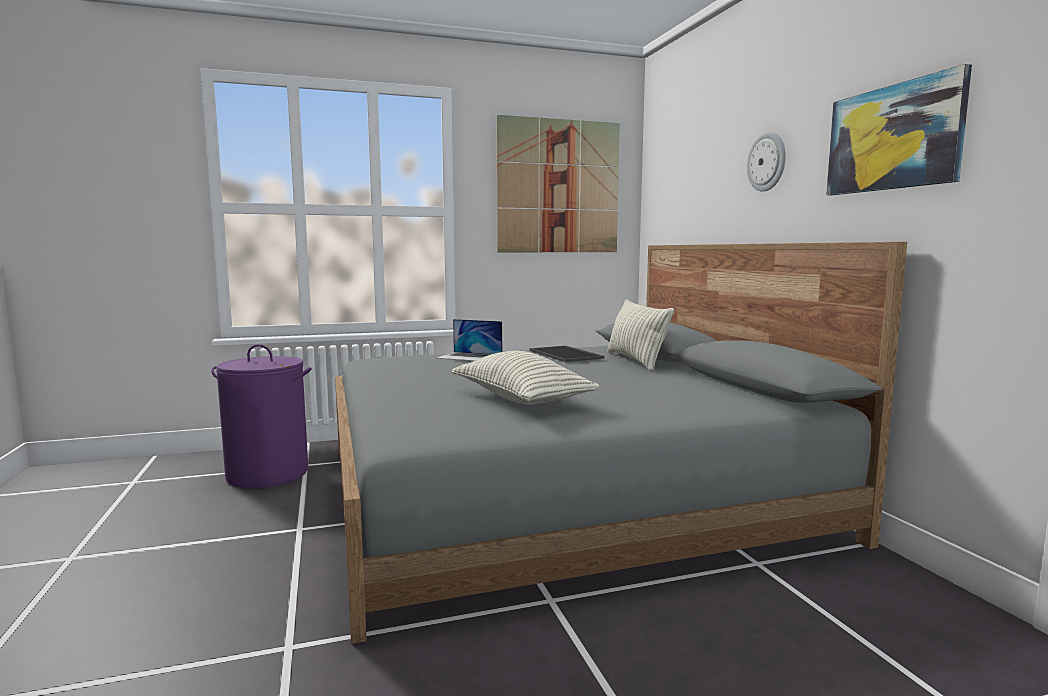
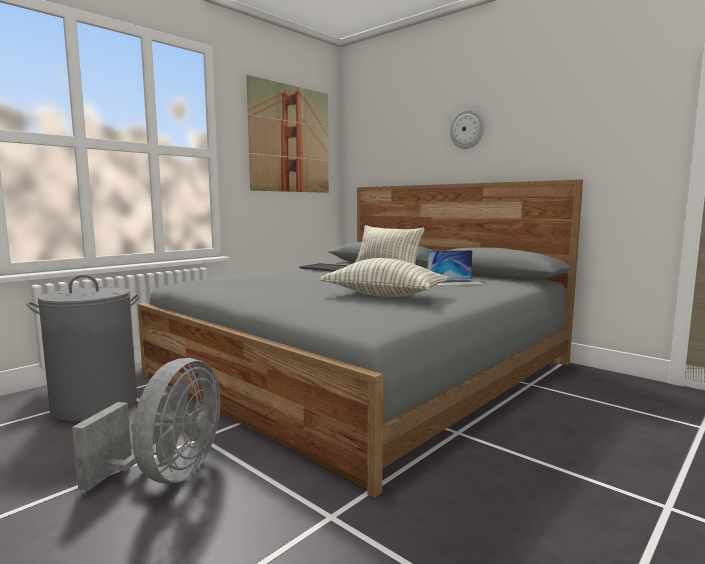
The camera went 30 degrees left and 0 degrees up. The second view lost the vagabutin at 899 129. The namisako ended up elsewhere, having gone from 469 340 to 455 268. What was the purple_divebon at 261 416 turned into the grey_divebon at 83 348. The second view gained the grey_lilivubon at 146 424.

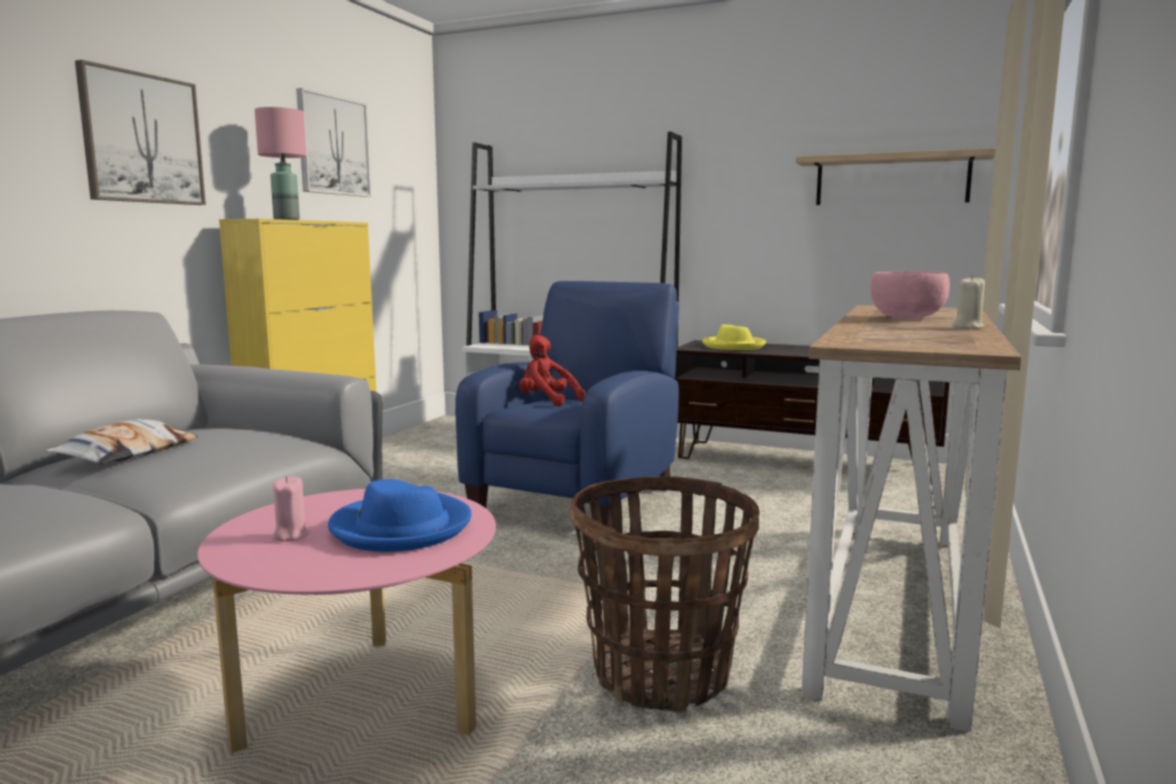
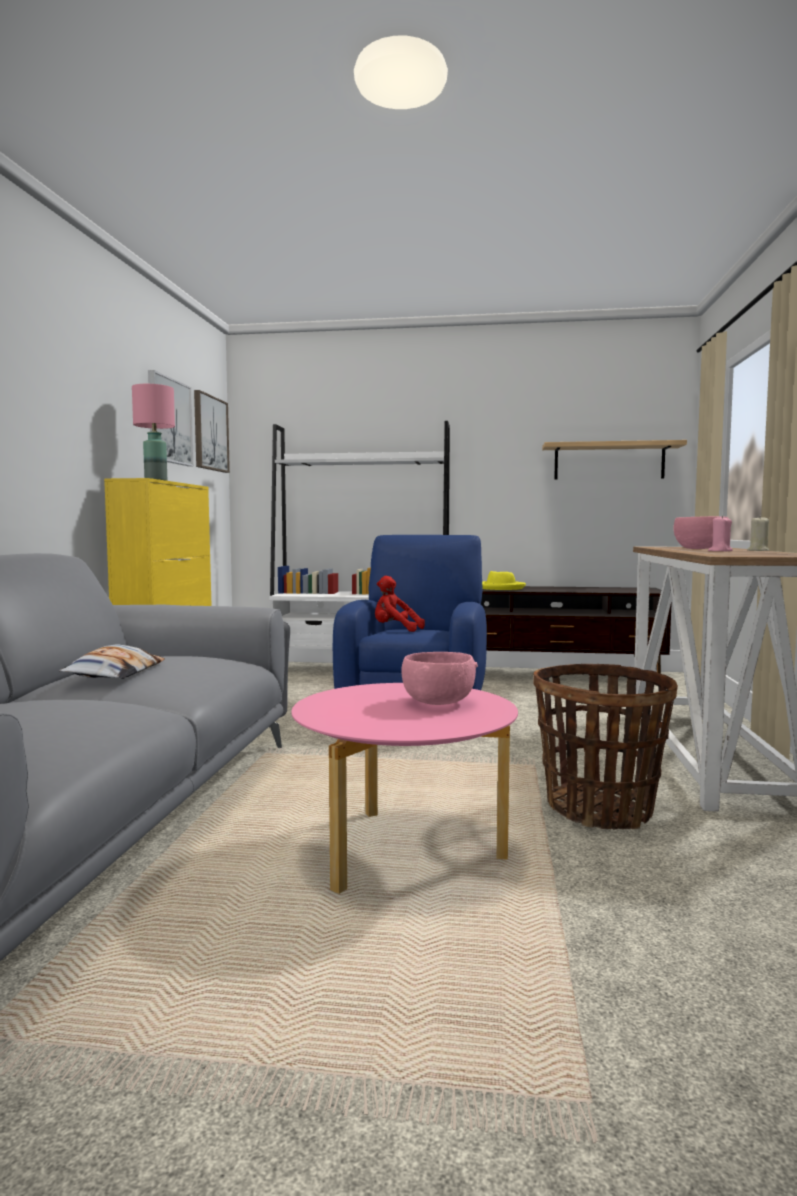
The camera went 15 degrees left and 5 degrees down. The vagabutin ended up elsewhere, having gone from 140 132 to 212 431. The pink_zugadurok ended up elsewhere, having gone from 291 509 to 720 533. Where the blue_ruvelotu stood at 400 515, the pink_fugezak came to stand at 439 678.

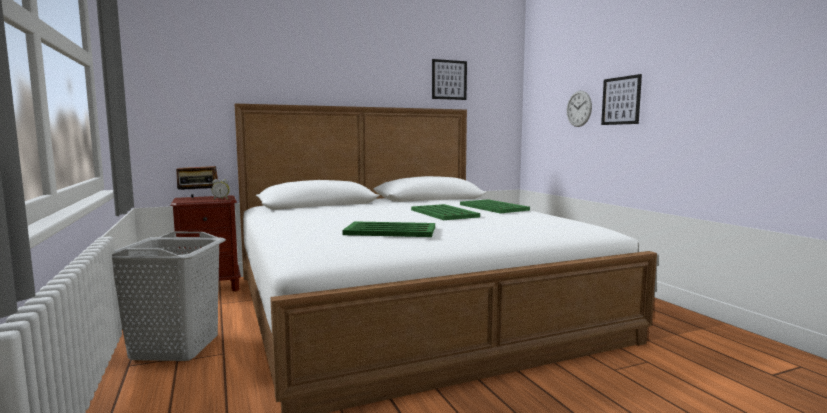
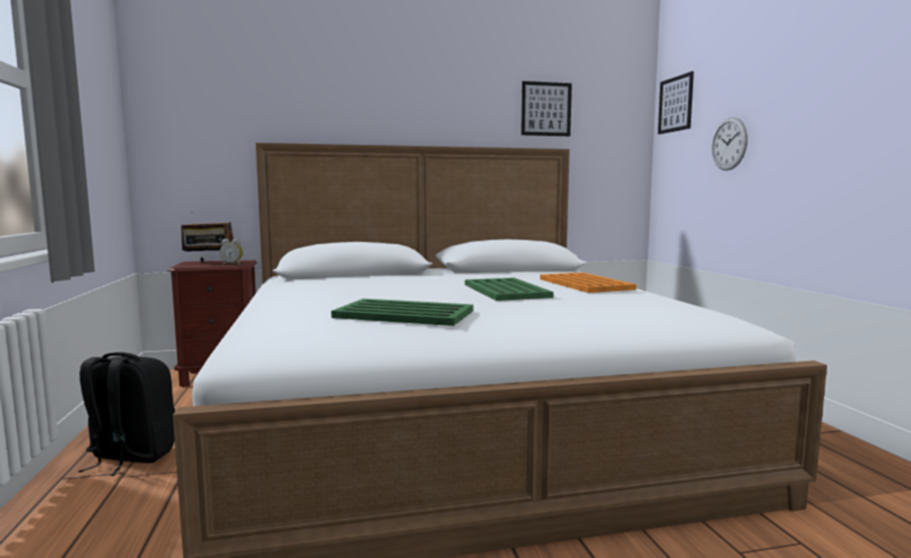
The camera went 10 degrees right and 0 degrees up. The vagabutin ended up elsewhere, having gone from 621 99 to 676 102. What was the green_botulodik at 495 206 turned into the orange_botulodik at 588 282. Where the grey_divebon stood at 169 296, the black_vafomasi came to stand at 126 414.

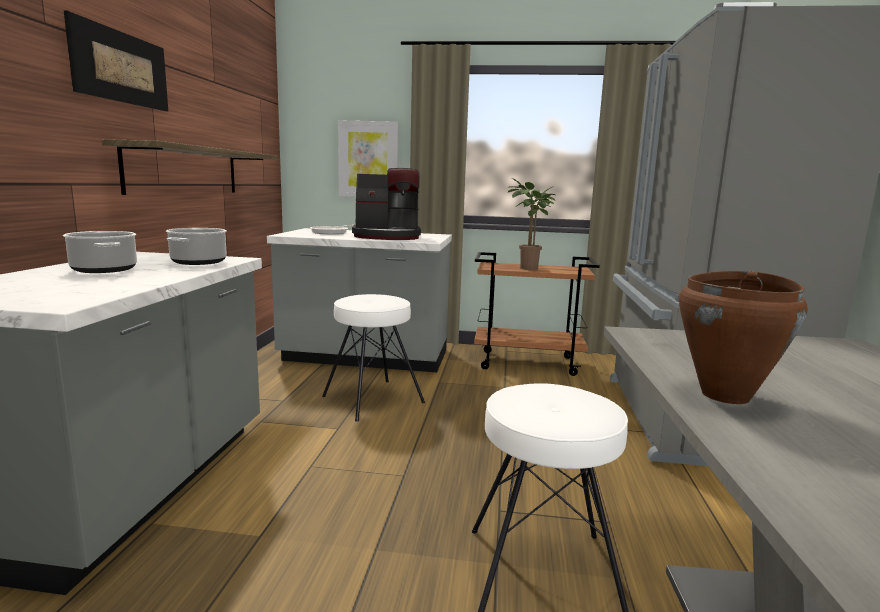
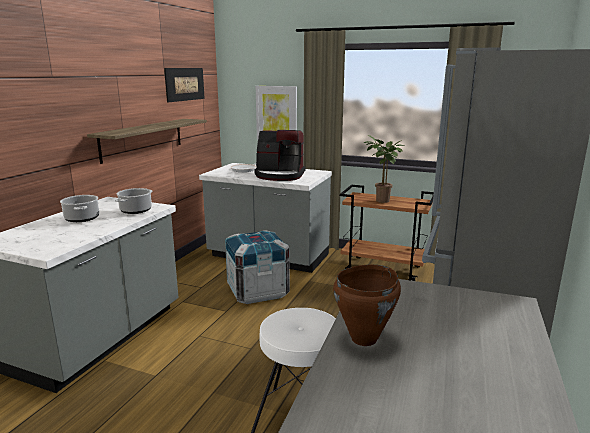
The camera went 15 degrees right and 5 degrees up. The vagabutin ended up elsewhere, having gone from 116 60 to 184 85. Where the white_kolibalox stood at 373 358, the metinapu came to stand at 257 267.

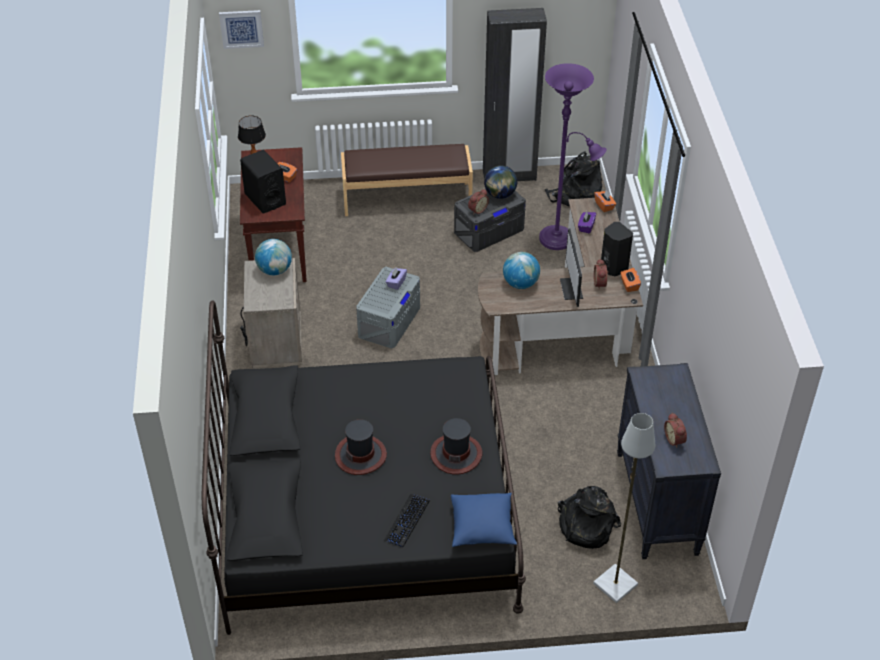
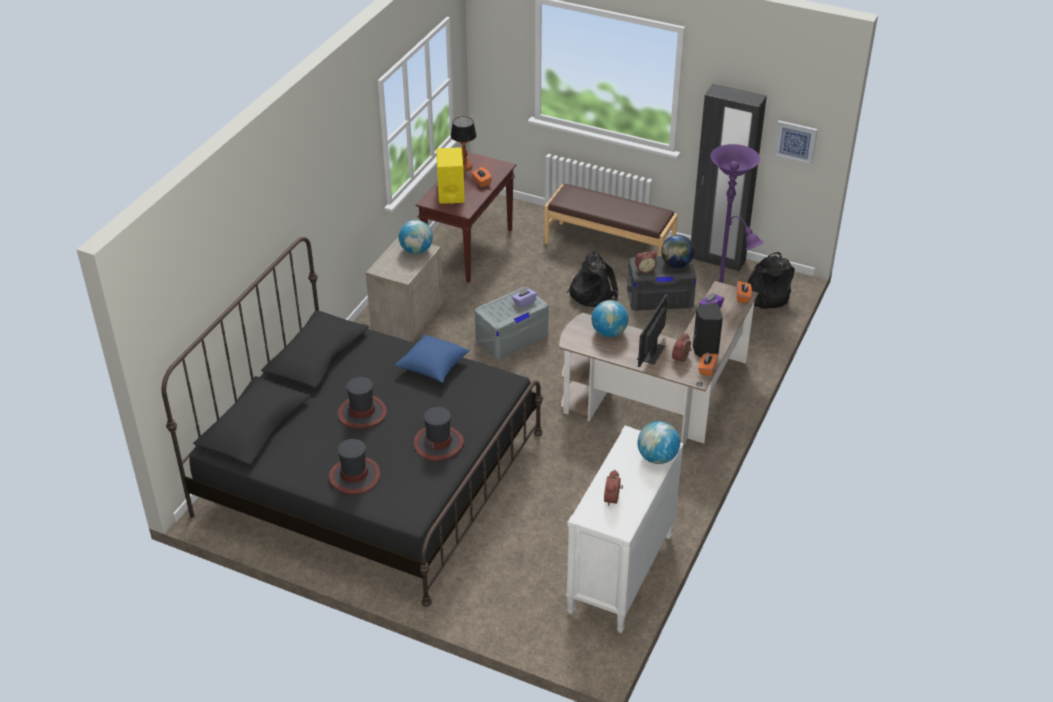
The camera went 30 degrees right and 5 degrees down. The vagabutin ended up elsewhere, having gone from 241 29 to 795 143. What was the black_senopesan at 263 182 turned into the yellow_senopesan at 450 176. What was the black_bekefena at 669 461 turned into the white_bekefena at 624 529. The second view lost the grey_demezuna at 624 508. The black_vafomasi ended up elsewhere, having gone from 589 517 to 592 279. The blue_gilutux ended up elsewhere, having gone from 484 520 to 432 358. Where the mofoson stood at 407 520, the ruvelotu came to stand at 354 466. The second view gained the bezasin at 658 442.

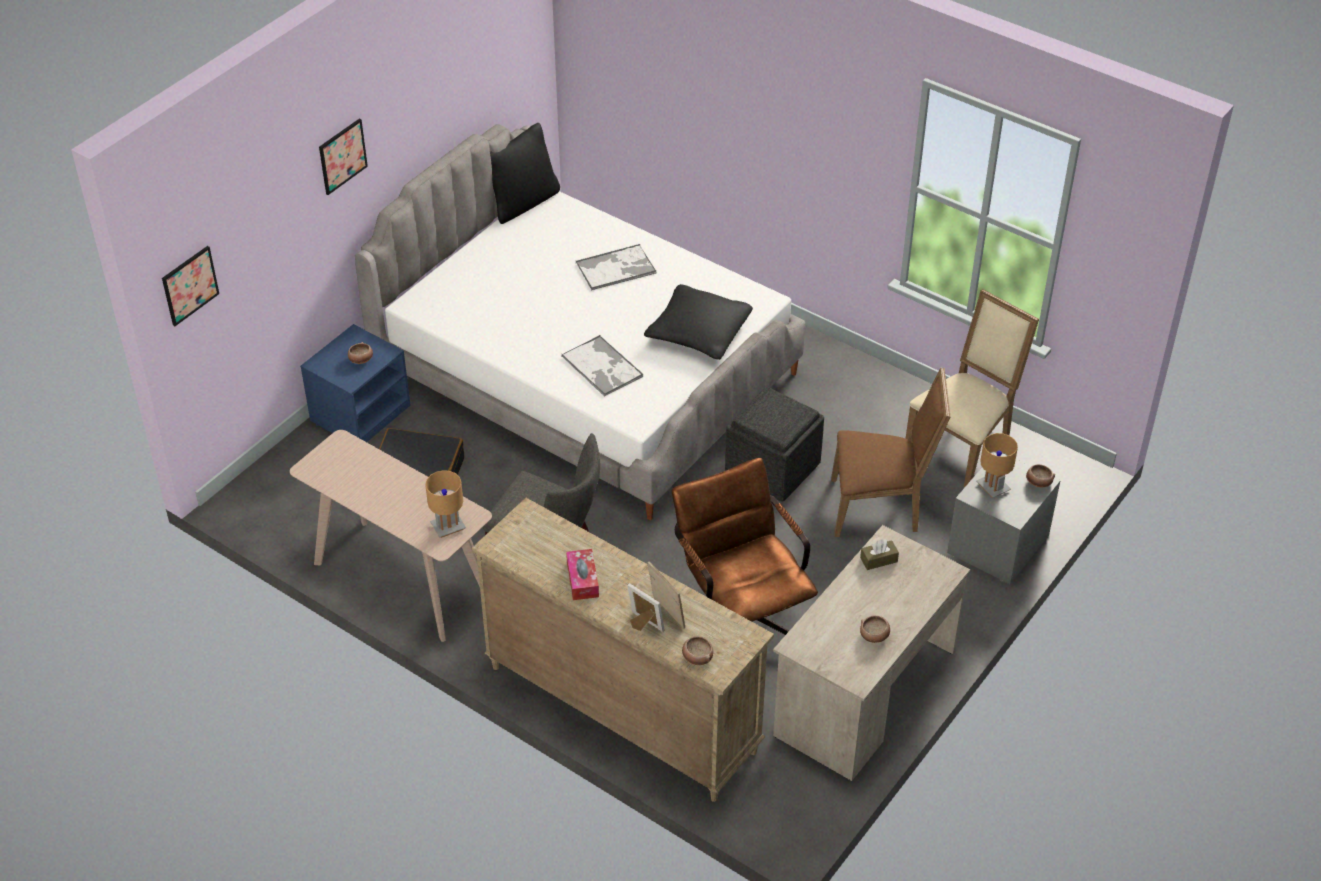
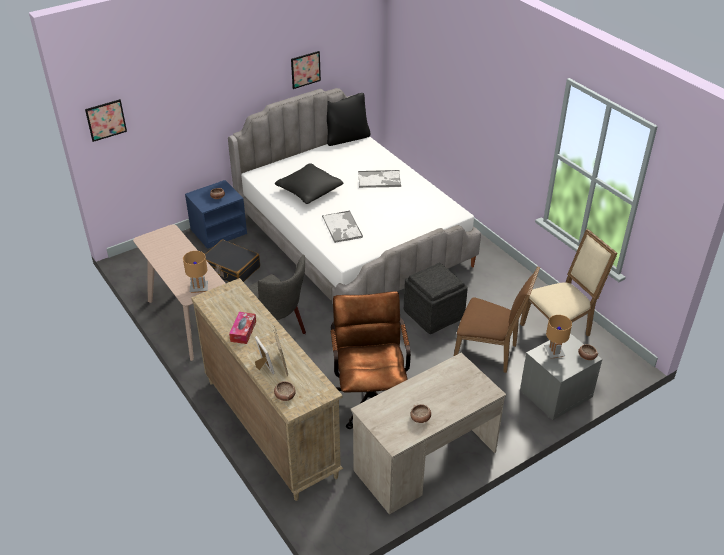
The camera went 20 degrees right and 5 degrees down. The vagabutin ended up elsewhere, having gone from 343 156 to 306 70. The black_gilutux ended up elsewhere, having gone from 698 322 to 309 183. The second view lost the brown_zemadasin at 879 554.

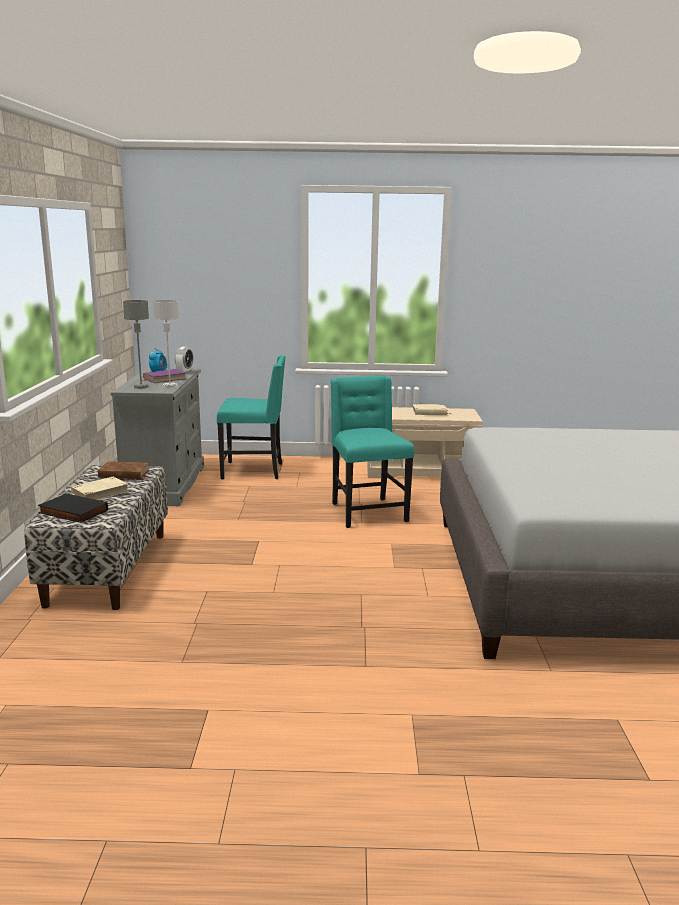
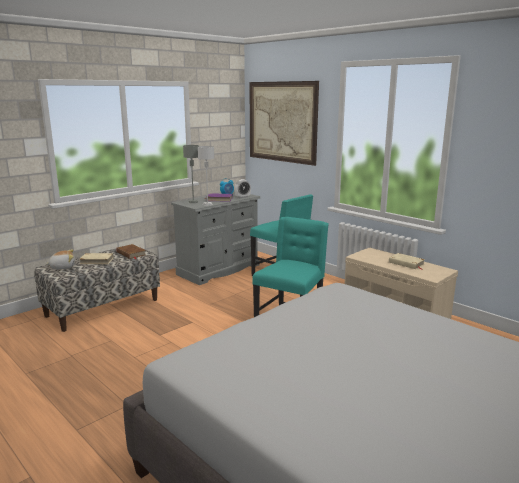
The camera went 45 degrees right and 0 degrees up. Where the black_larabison stood at 73 508, the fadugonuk came to stand at 60 259. The second view gained the vagabutin at 284 123.

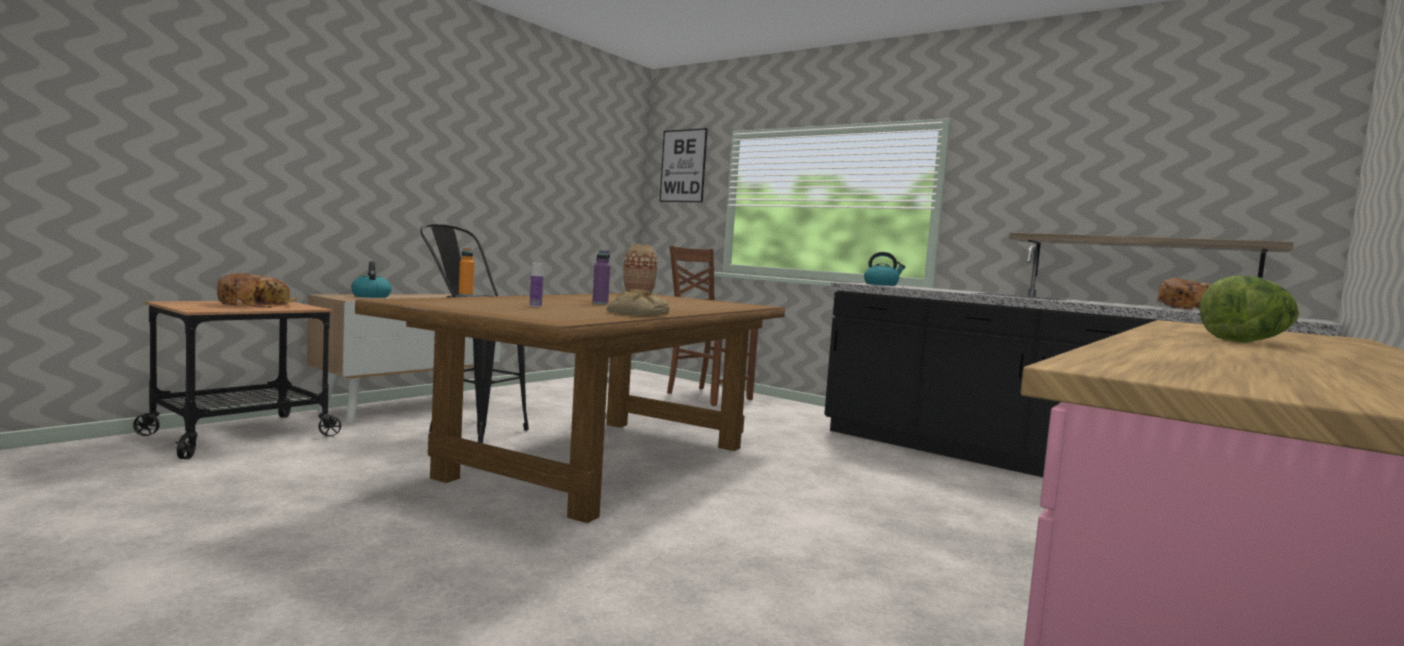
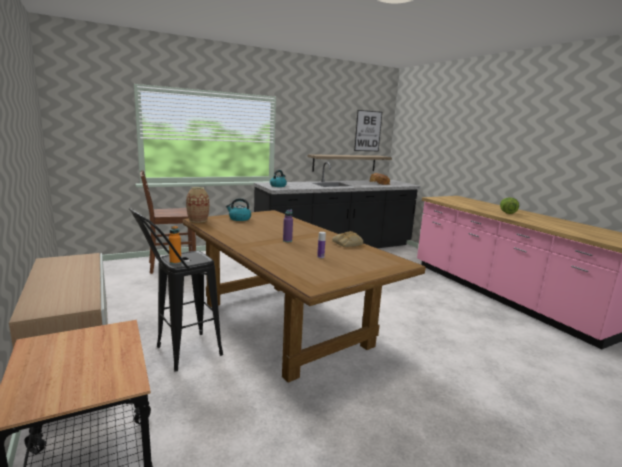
The camera went 65 degrees left and 10 degrees up. The vagabutin ended up elsewhere, having gone from 684 165 to 368 130. The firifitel ended up elsewhere, having gone from 371 279 to 238 209. The second view lost the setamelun at 257 290.

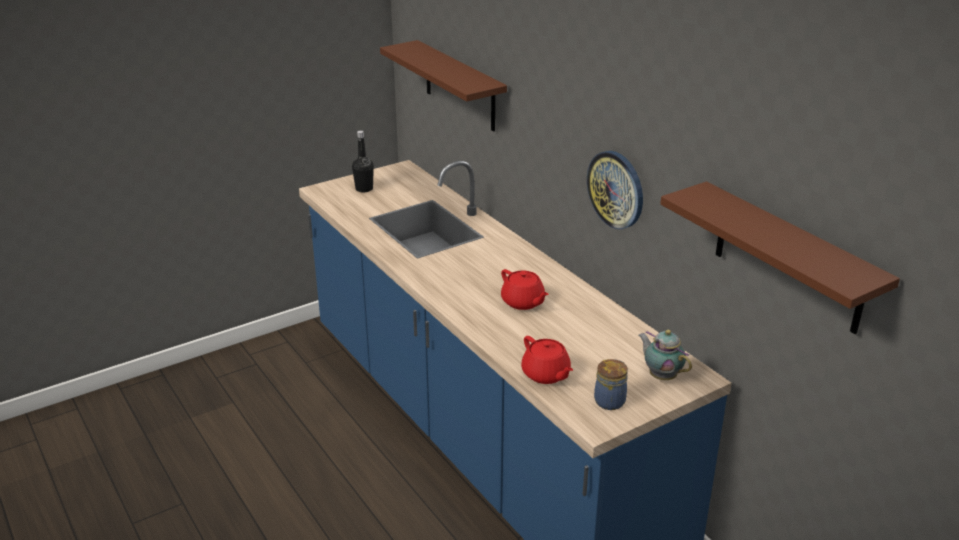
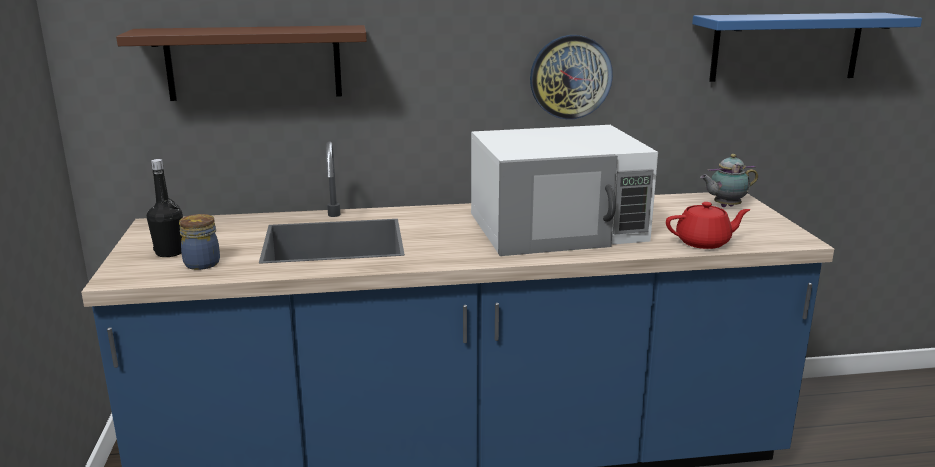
The camera went 65 degrees left and 10 degrees down. What was the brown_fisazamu at 780 258 turned into the blue_fisazamu at 807 47. Where the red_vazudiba stood at 525 289, the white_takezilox came to stand at 564 190. The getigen ended up elsewhere, having gone from 611 384 to 199 242.

